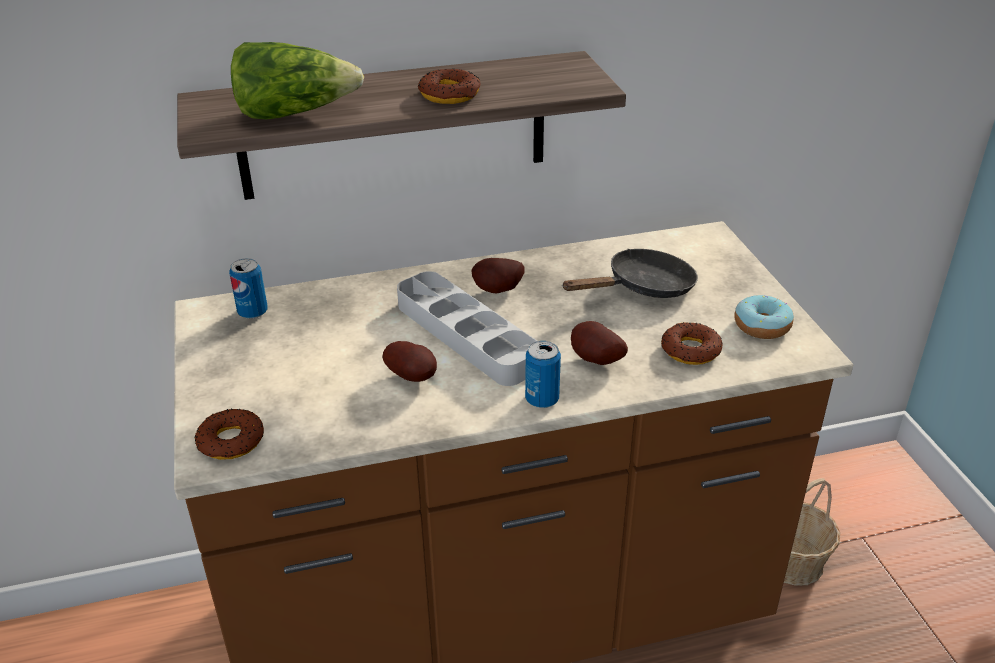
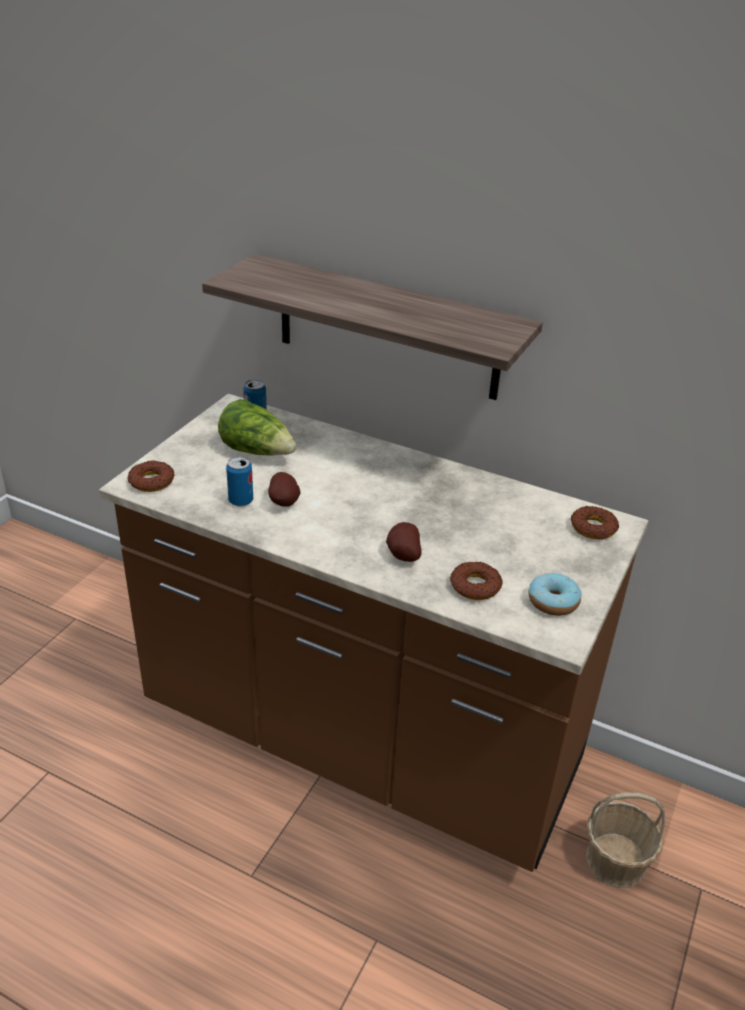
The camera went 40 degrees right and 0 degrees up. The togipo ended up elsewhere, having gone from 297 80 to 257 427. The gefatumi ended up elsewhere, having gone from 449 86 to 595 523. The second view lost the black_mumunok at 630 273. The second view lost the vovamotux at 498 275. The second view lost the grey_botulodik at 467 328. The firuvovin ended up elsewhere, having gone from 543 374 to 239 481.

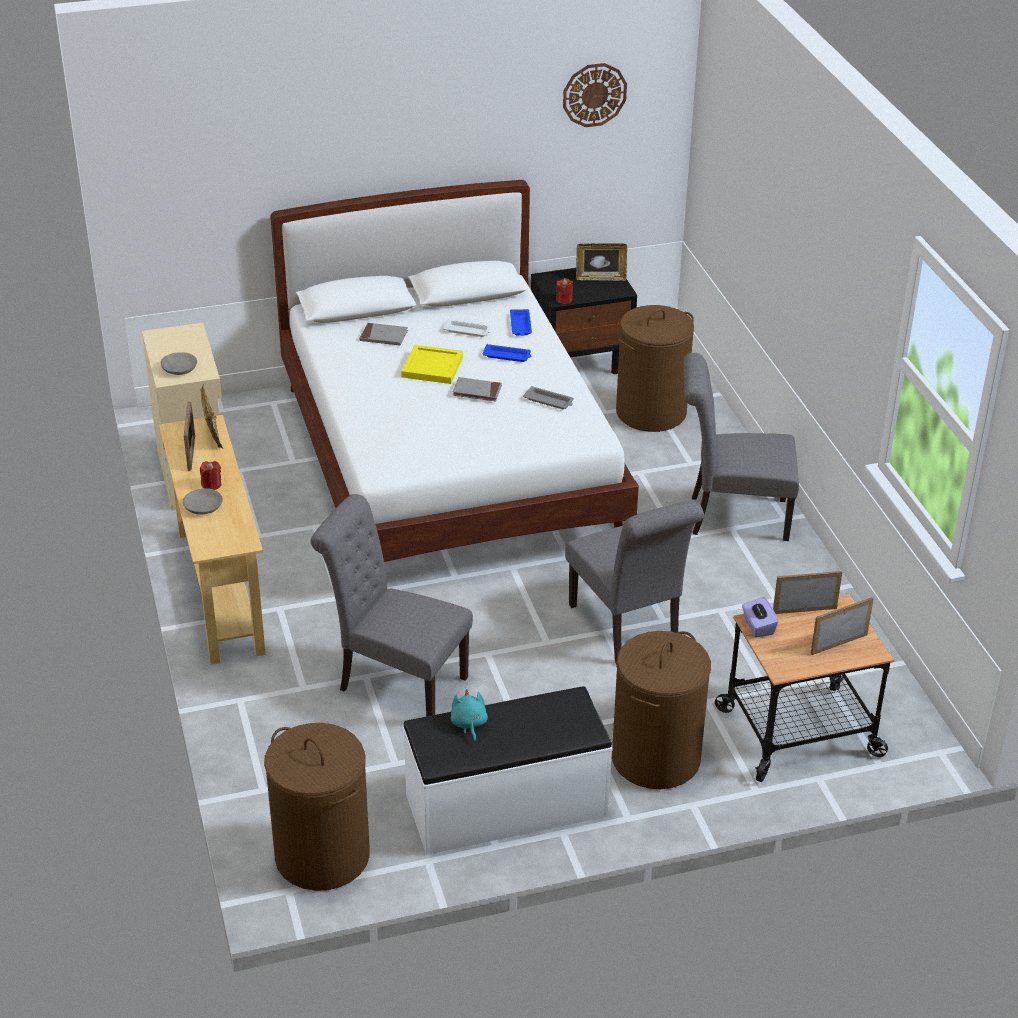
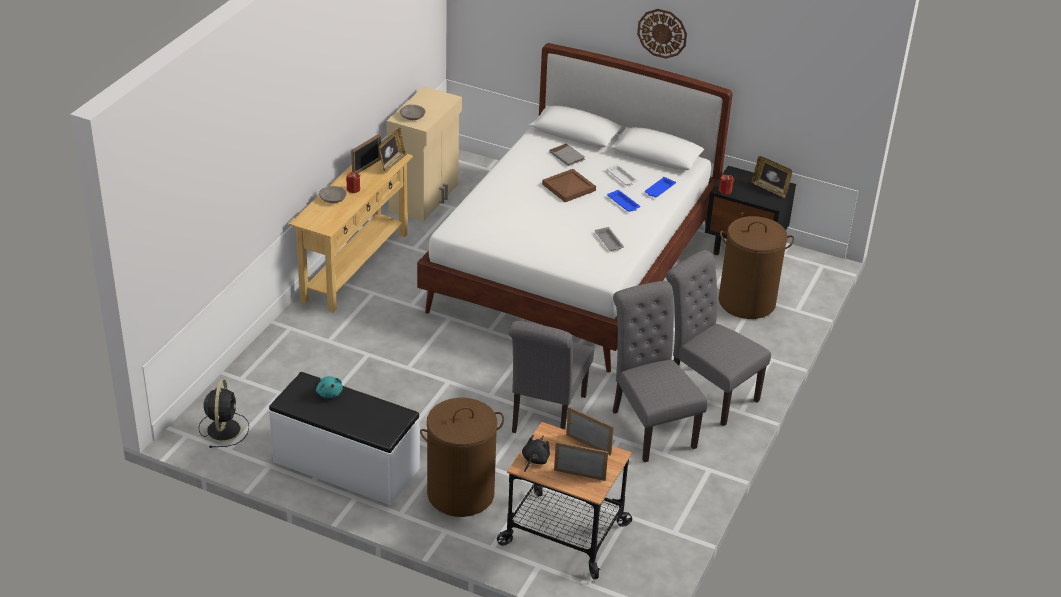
The camera went 40 degrees right and 0 degrees up. The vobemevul ended up elsewhere, having gone from 595 95 to 662 34. What was the yellow_botulodik at 432 364 turned into the brown_botulodik at 569 185. The second view lost the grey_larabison at 477 389. The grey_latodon ended up elsewhere, having gone from 391 605 to 660 371. The second view lost the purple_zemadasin at 760 617. The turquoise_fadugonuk at 469 715 ended up facing another way, 120 degrees clockwise from before. Where the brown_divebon stood at 317 807, the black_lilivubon came to stand at 224 413. The second view gained the black_fadugonuk at 536 453.

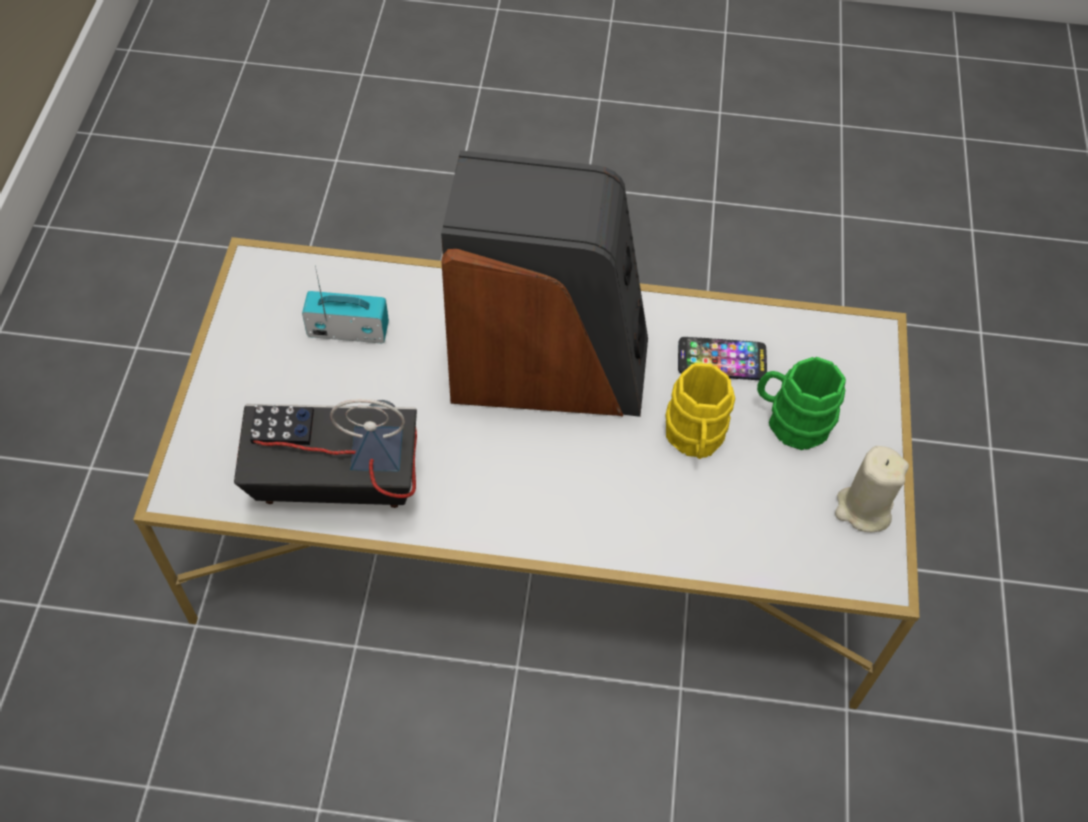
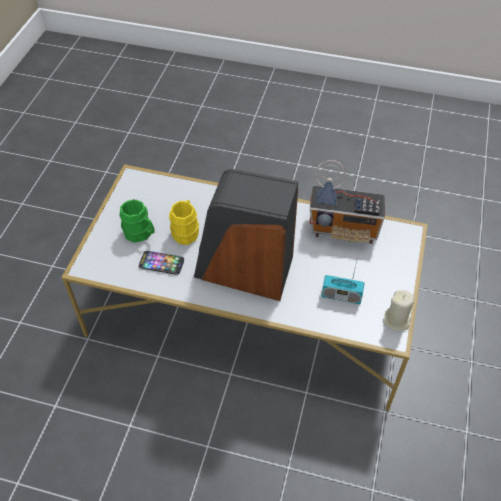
The camera went 170 degrees left and 5 degrees down. The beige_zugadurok ended up elsewhere, having gone from 872 489 to 398 311.

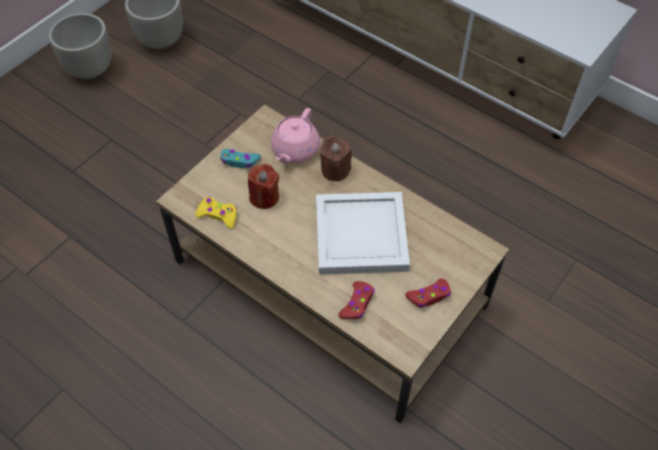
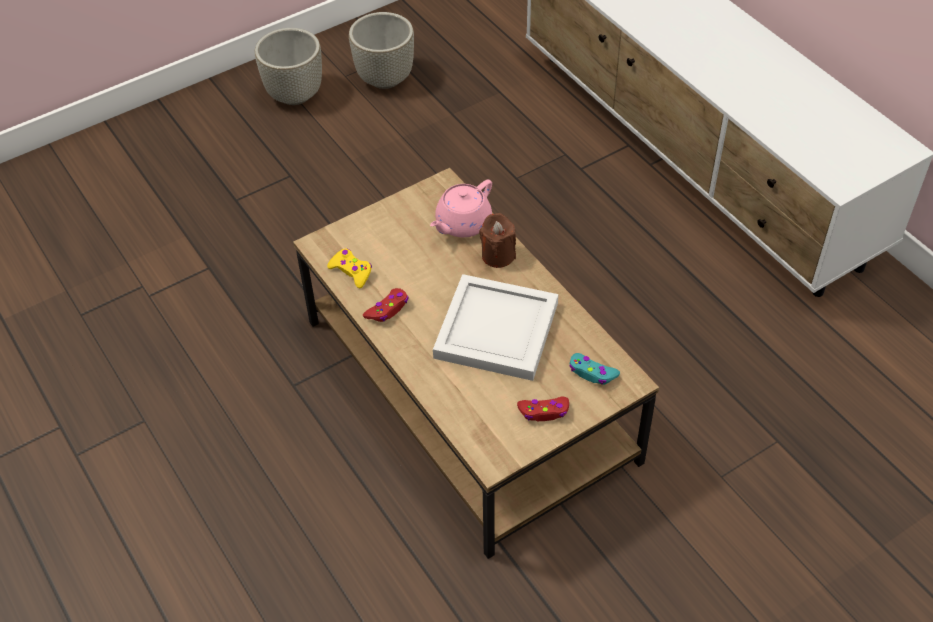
The camera went 20 degrees right and 5 degrees down. The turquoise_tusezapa ended up elsewhere, having gone from 240 158 to 594 369. The second view lost the red_zugadurok at 263 186. The red_tusezapa ended up elsewhere, having gone from 356 300 to 386 305.

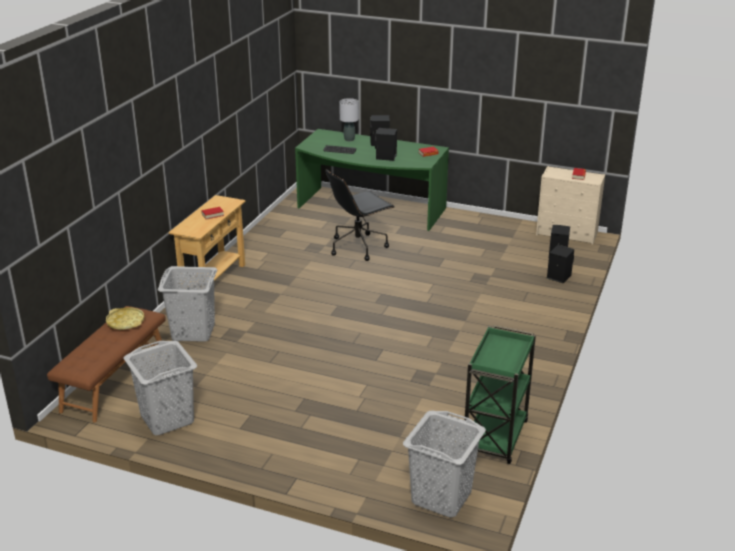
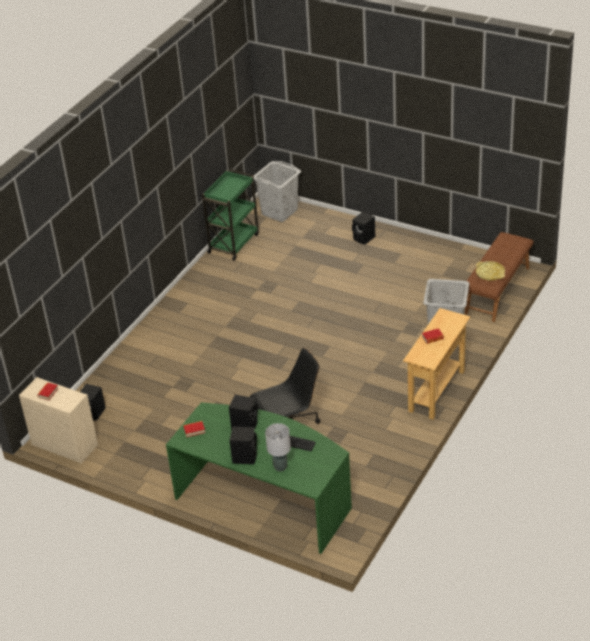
The camera went 170 degrees left and 10 degrees up. The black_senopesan ended up elsewhere, having gone from 560 264 to 363 228. The second view lost the grey_divebon at 160 388.

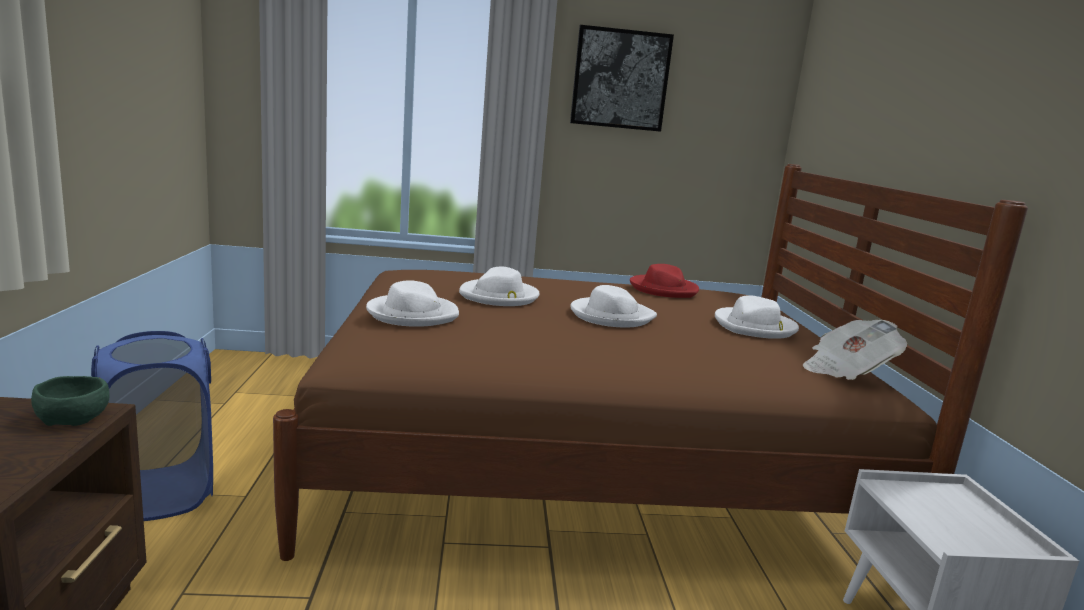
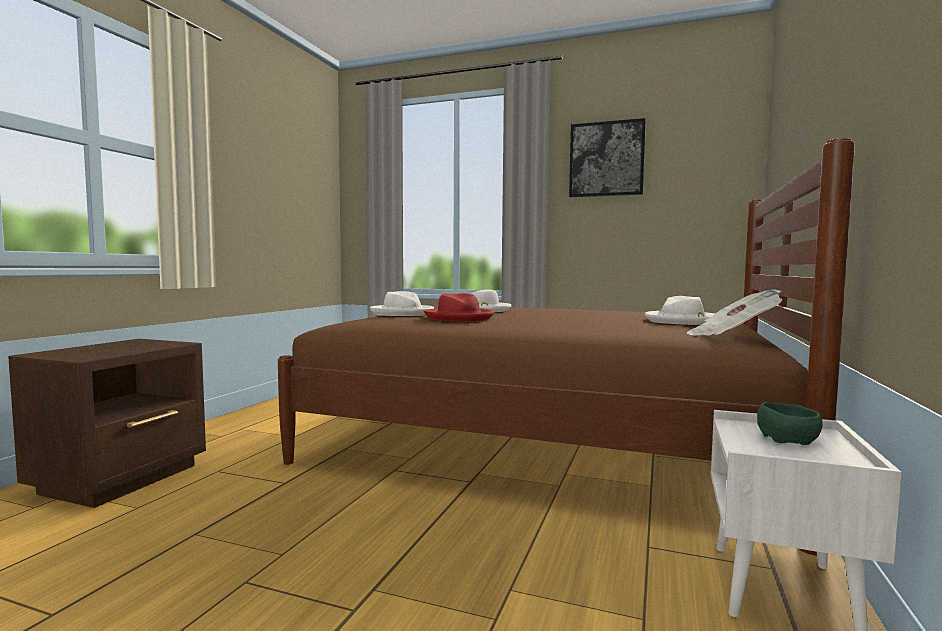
The camera went 25 degrees right and 10 degrees down. The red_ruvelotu ended up elsewhere, having gone from 664 281 to 459 307. The second view lost the white_ruvelotu at 613 306. The second view lost the blue_divebon at 152 426. The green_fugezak ended up elsewhere, having gone from 70 401 to 789 423.

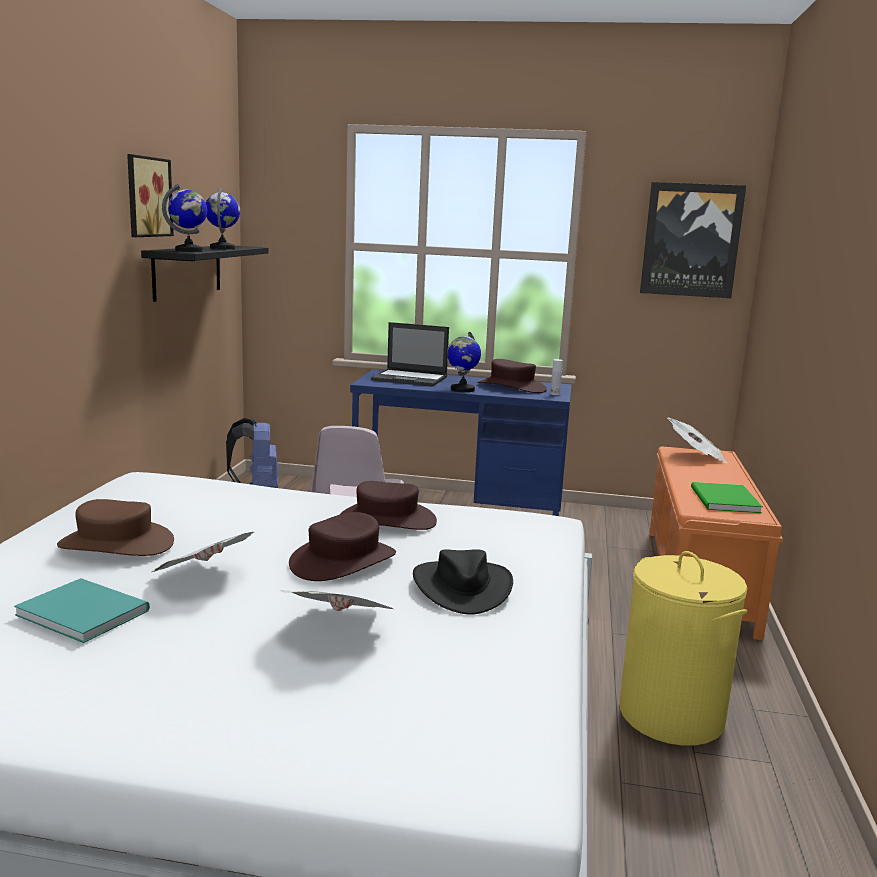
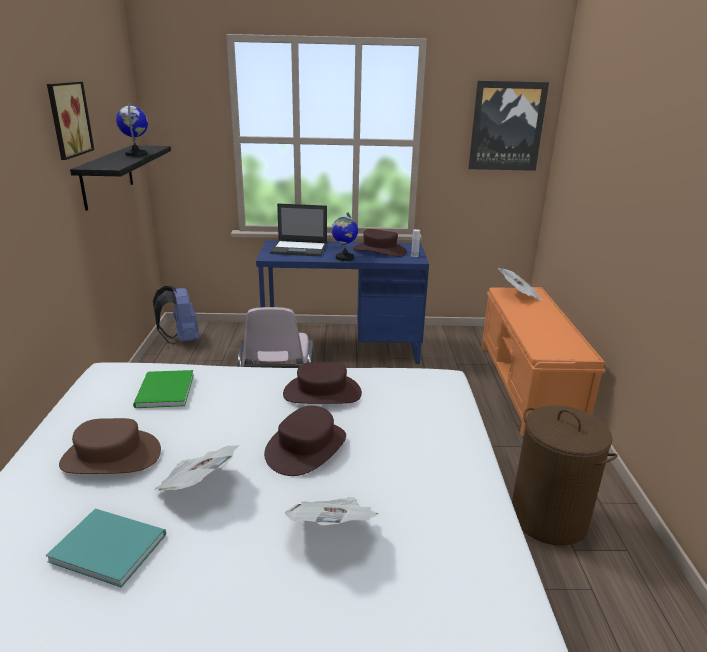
The camera went 10 degrees left and 10 degrees up. The second view lost the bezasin at 184 218. The green_larabison ended up elsewhere, having gone from 727 497 to 163 389. The second view lost the black_ruvelotu at 463 582. What was the yellow_divebon at 683 648 turned into the brown_divebon at 565 475.

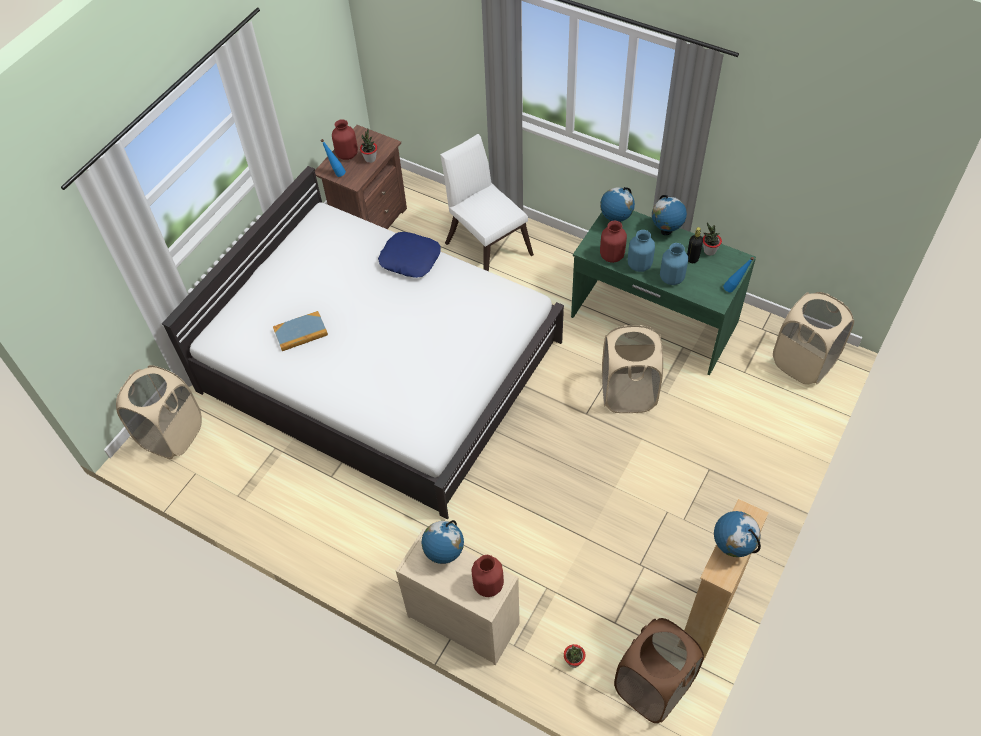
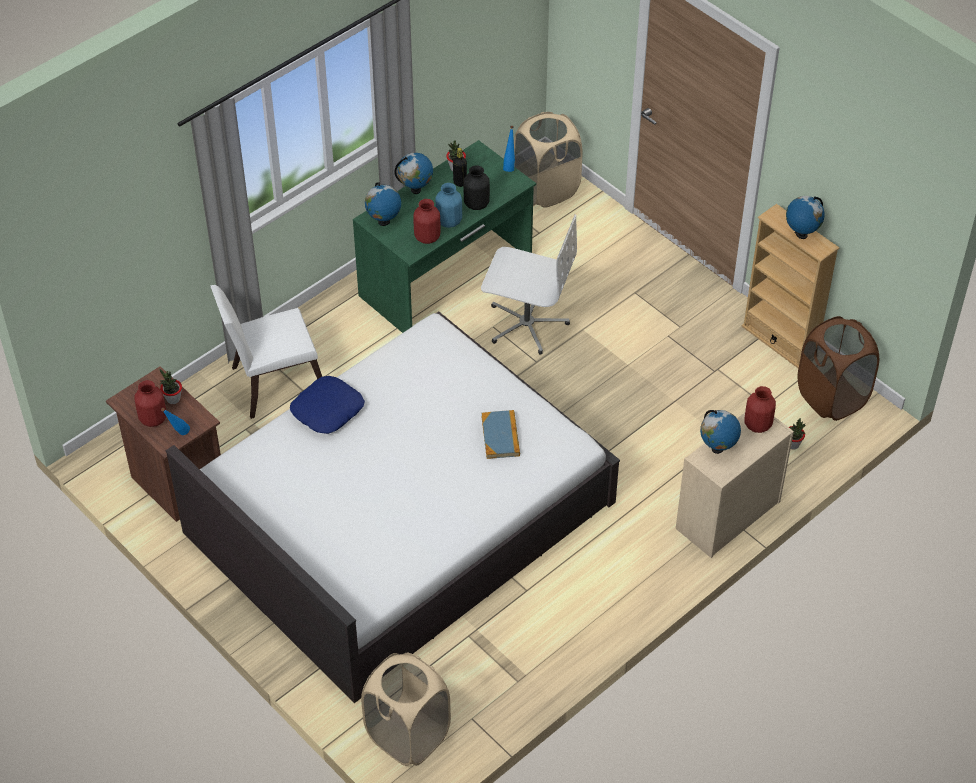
The camera went 75 degrees left and 5 degrees down. What was the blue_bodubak at 674 264 turned into the black_bodubak at 477 187. The larabison ended up elsewhere, having gone from 300 331 to 500 434. Where the beige_divebon stood at 632 369, the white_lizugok came to stand at 529 285.

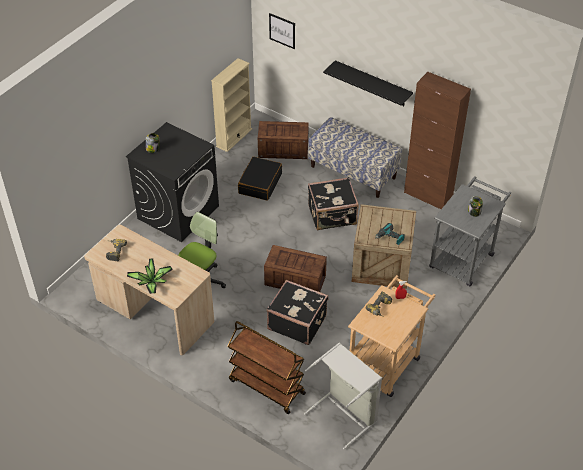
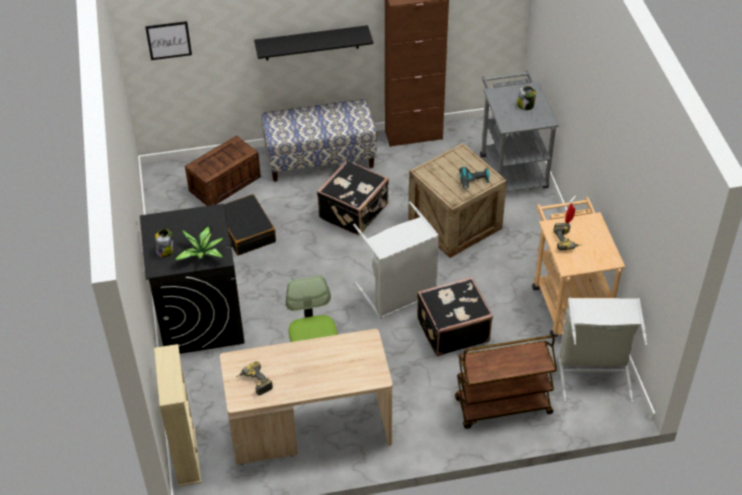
The camera went 45 degrees left and 0 degrees up. The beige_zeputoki ended up elsewhere, having gone from 231 105 to 178 415. Where the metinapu stood at 295 268, the grey_divebon came to stand at 396 260. The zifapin ended up elsewhere, having gone from 150 276 to 199 244.

